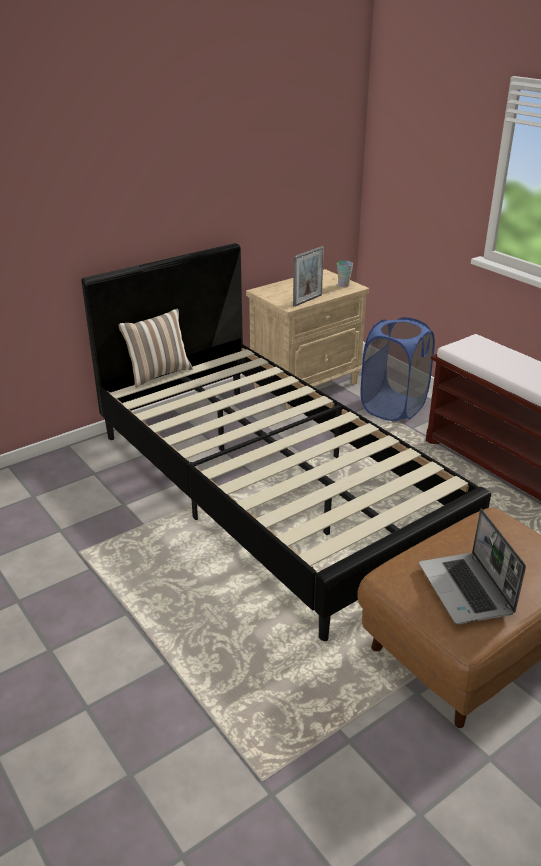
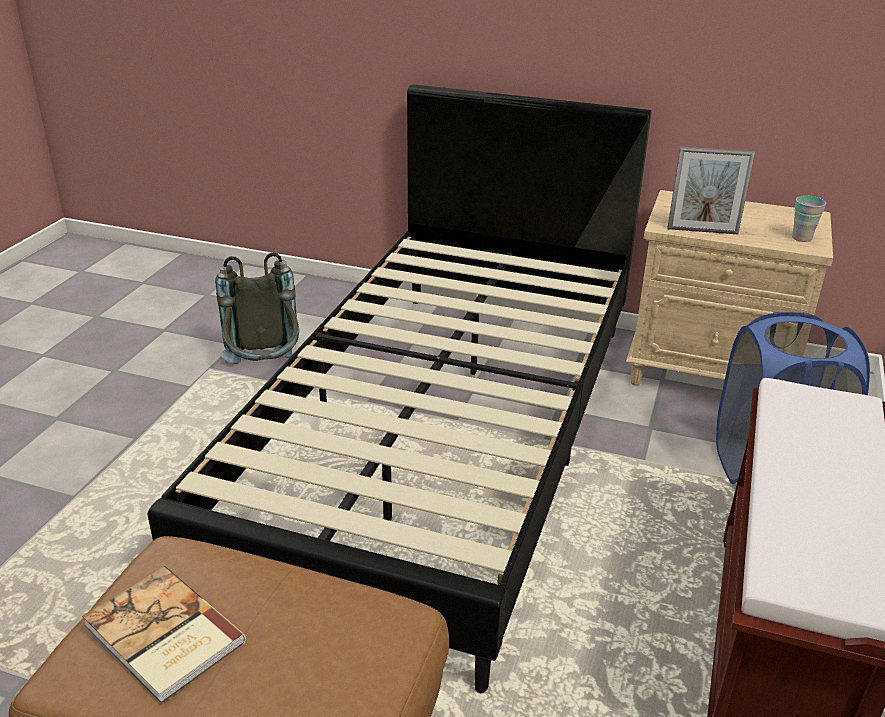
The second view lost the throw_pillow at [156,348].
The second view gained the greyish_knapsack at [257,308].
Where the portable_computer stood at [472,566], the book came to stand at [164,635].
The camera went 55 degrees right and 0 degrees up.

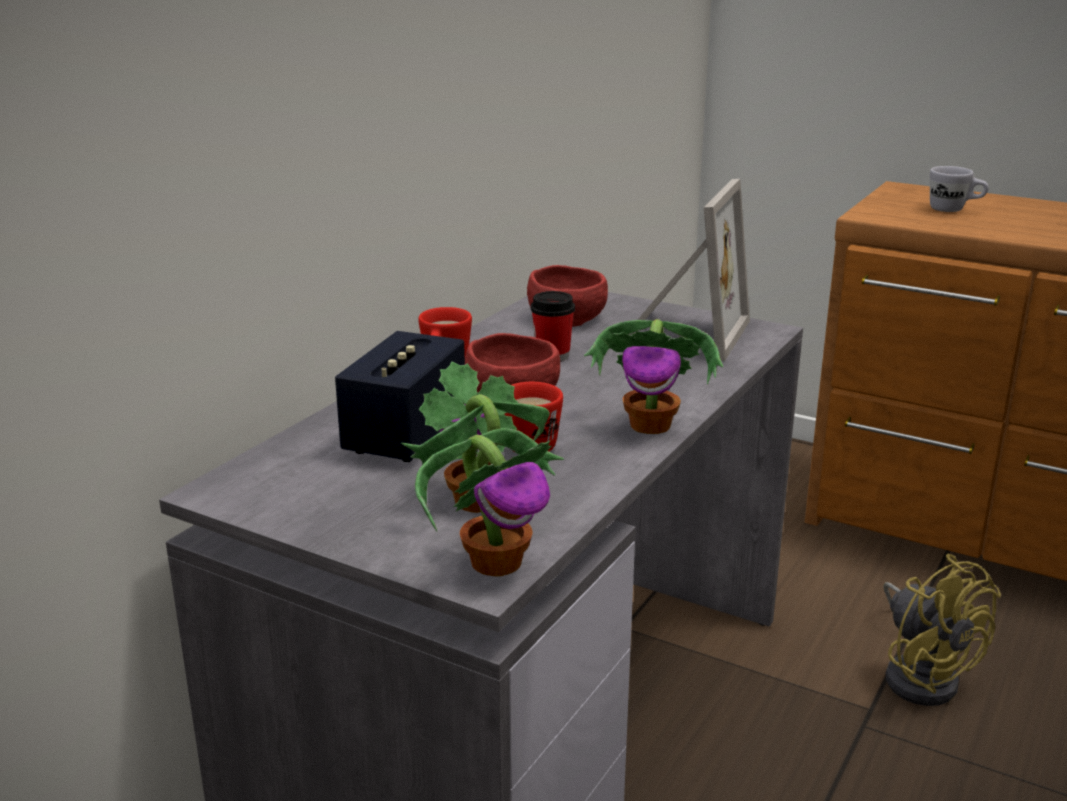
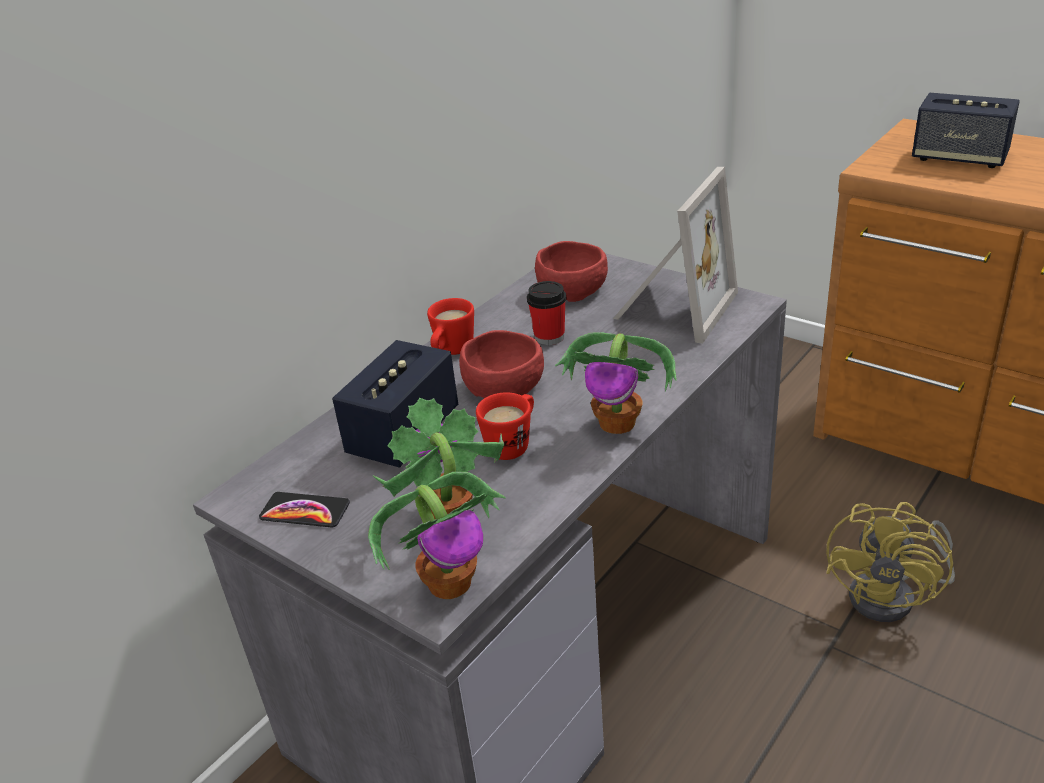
The second view gained the telephone at [304,509].
Where the white_tea_mug stood at [959,189], the speaker came to stand at [966,130].
The yellow_cooling_fan at [942,630] ended up facing another way, 45 degrees clockwise from before.
The camera went 10 degrees right and 10 degrees up.

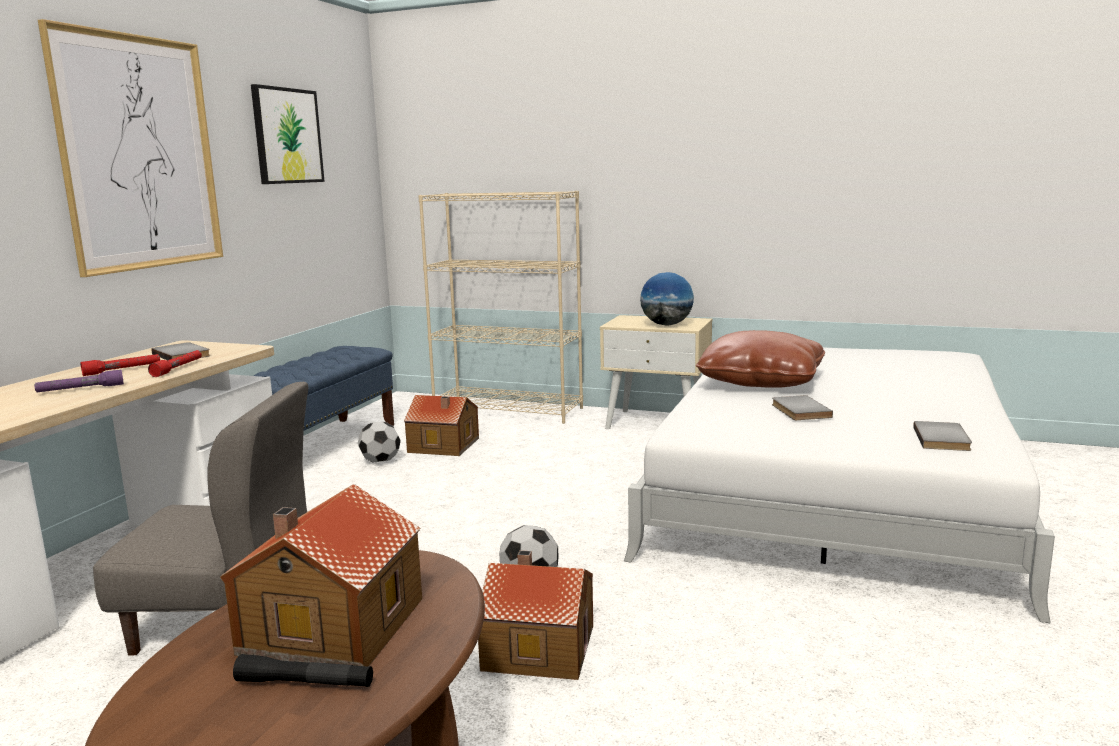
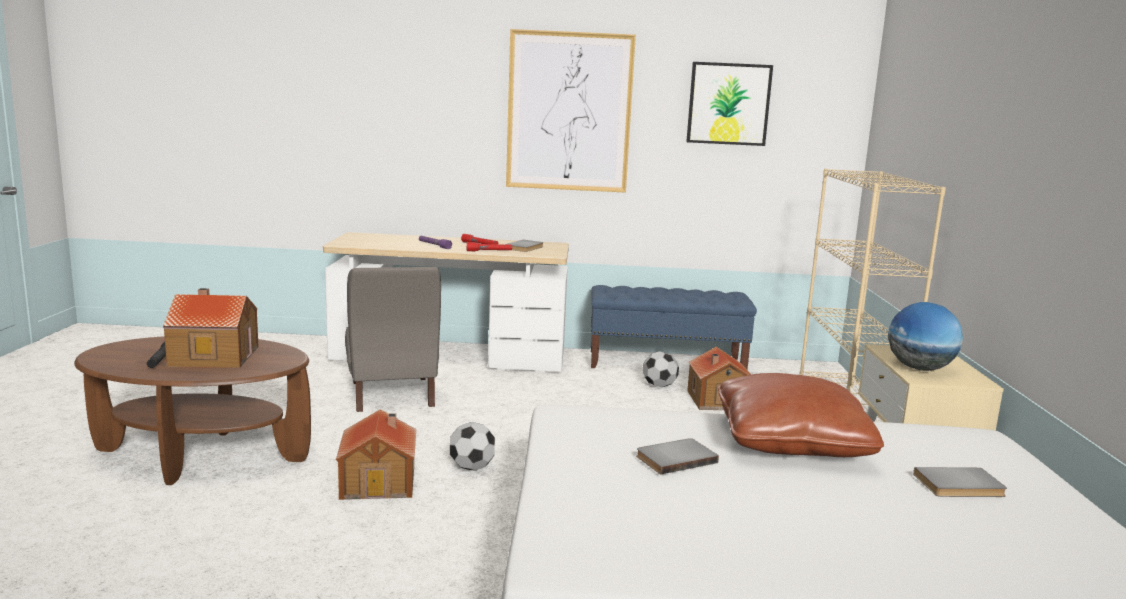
The greyish_book ended up elsewhere, having gone from [942,436] to [960,482].
The camera went 70 degrees right and 0 degrees up.

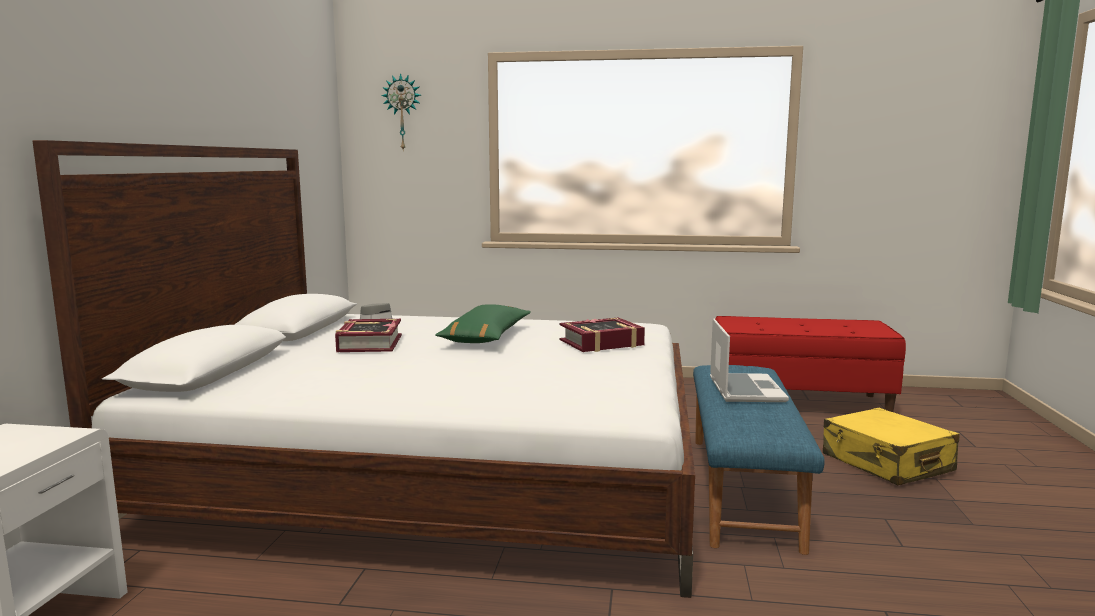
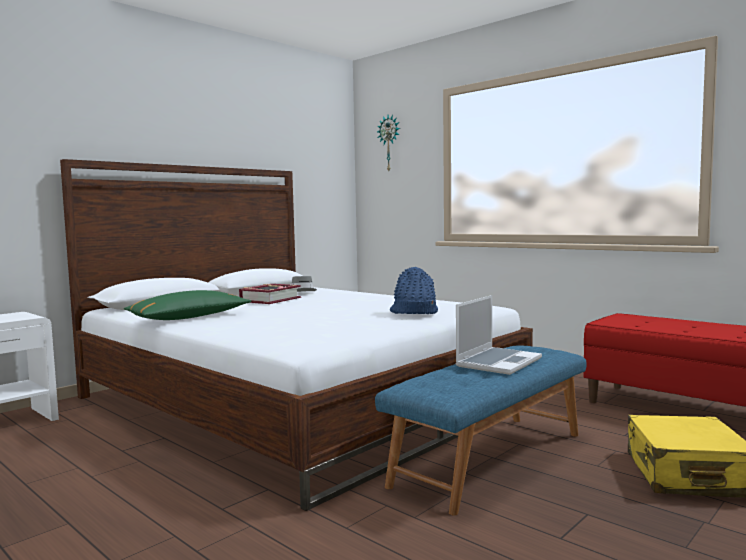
The greenish_throw_pillow ended up elsewhere, having gone from [483,323] to [187,305].
Where the book stood at [602,334], the bluish_wearable_hat came to stand at [414,290].
The camera went 35 degrees right and 5 degrees down.

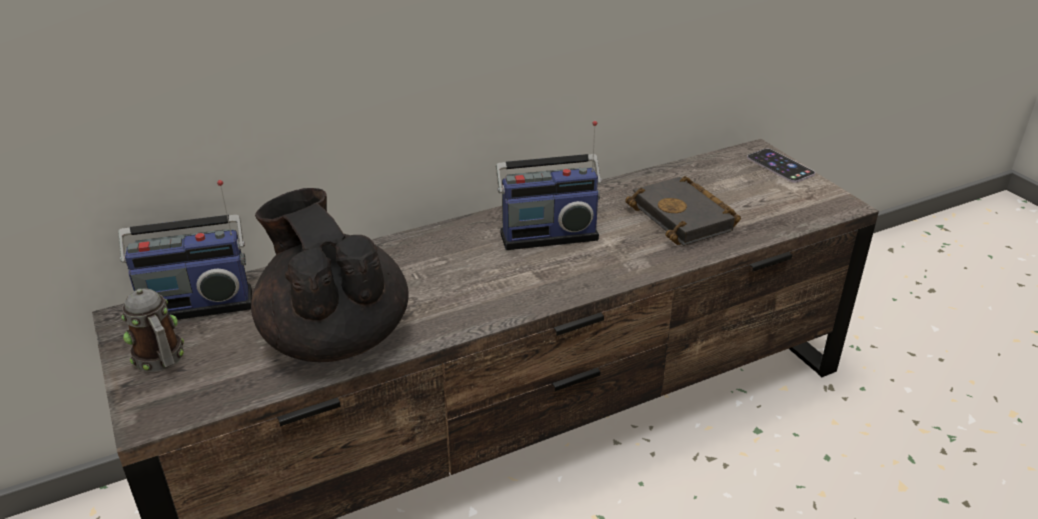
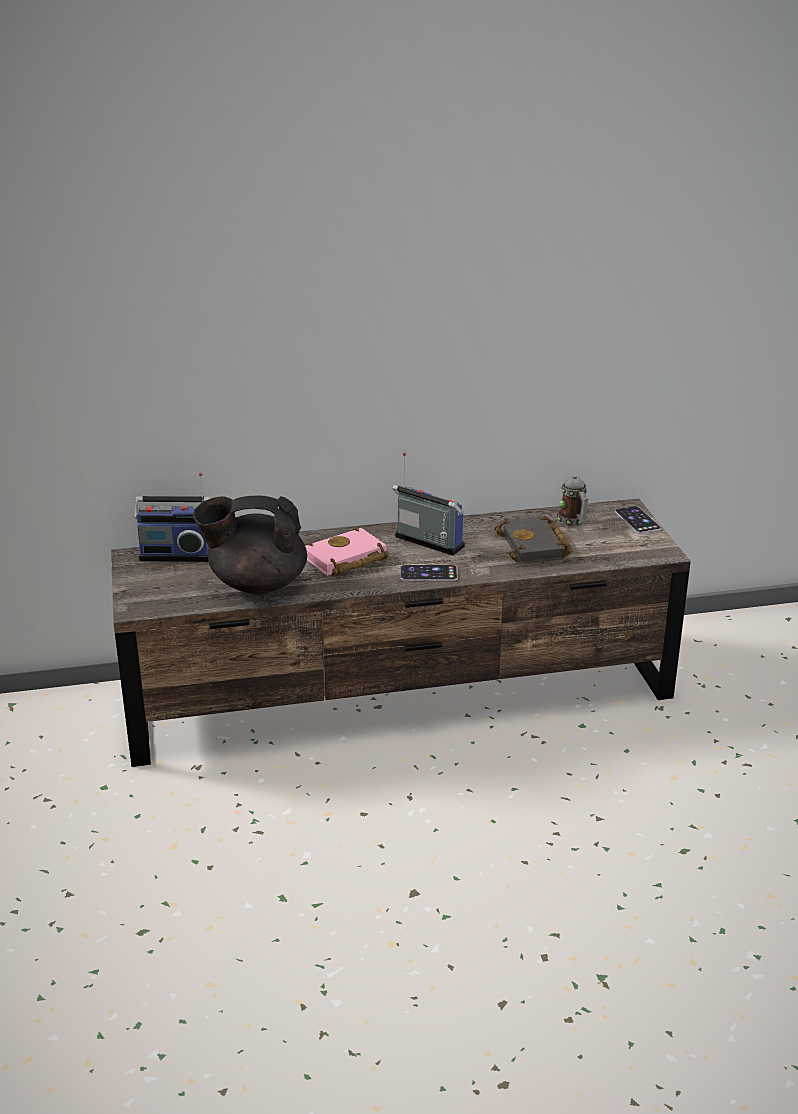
The second view gained the pink-coloured_book at [347,552].
The second view gained the telephone at [429,573].
The tea_mug ended up elsewhere, having gone from [152,330] to [573,501].
The blackish_teapot at [330,275] ended up facing another way, 75 degrees counterclockwise from before.
The radio_set at [549,185] ended up facing another way, 150 degrees counterclockwise from before.
The camera went 15 degrees right and 5 degrees down.

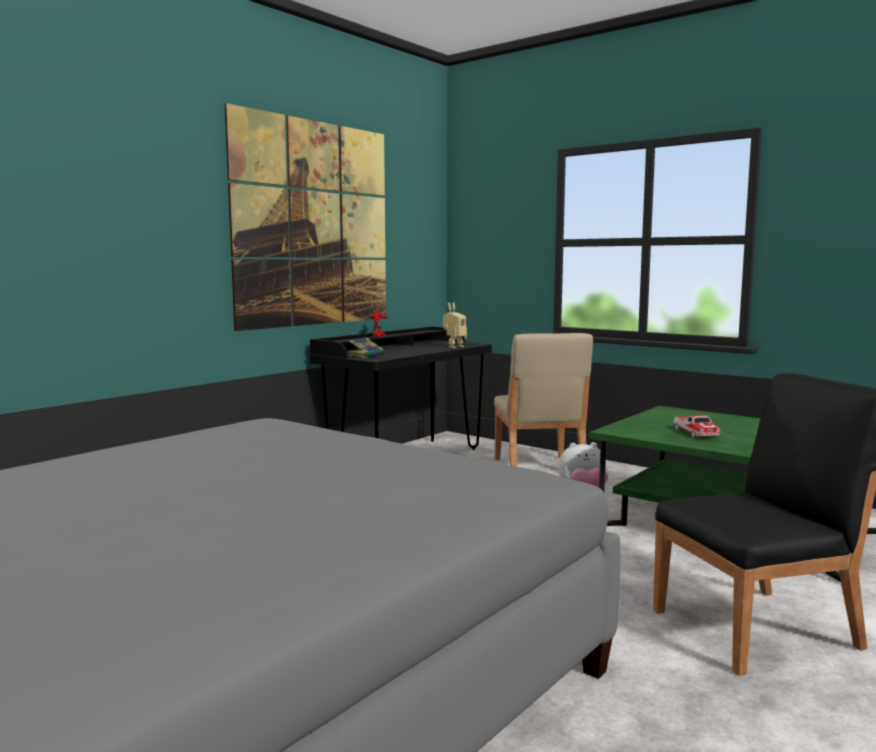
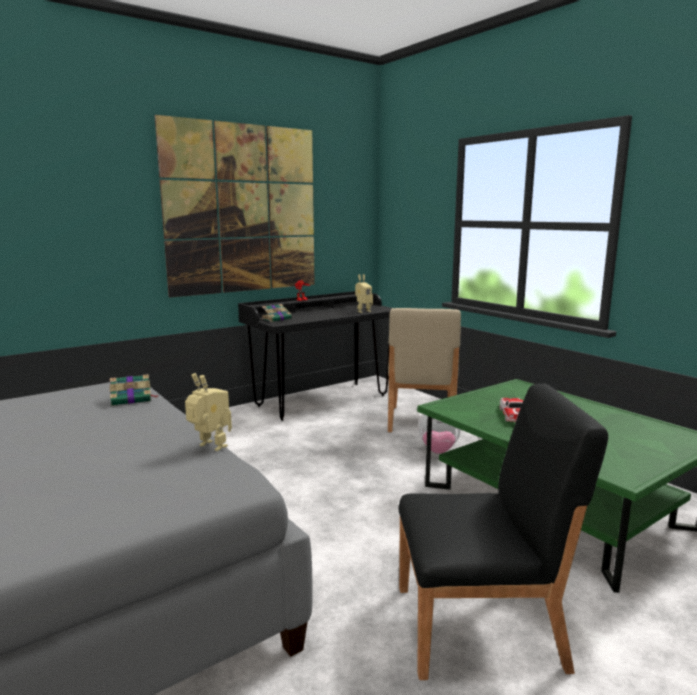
The second view gained the book at [134,390].
The second view gained the toy_robot at [208,412].
The camera went 15 degrees right and 5 degrees up.

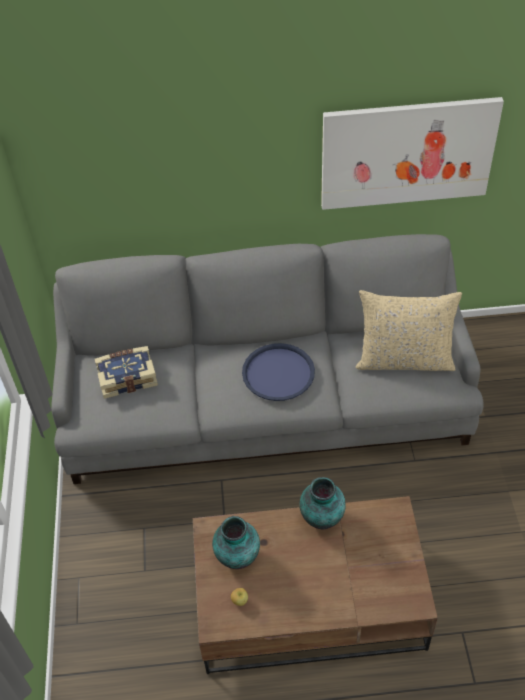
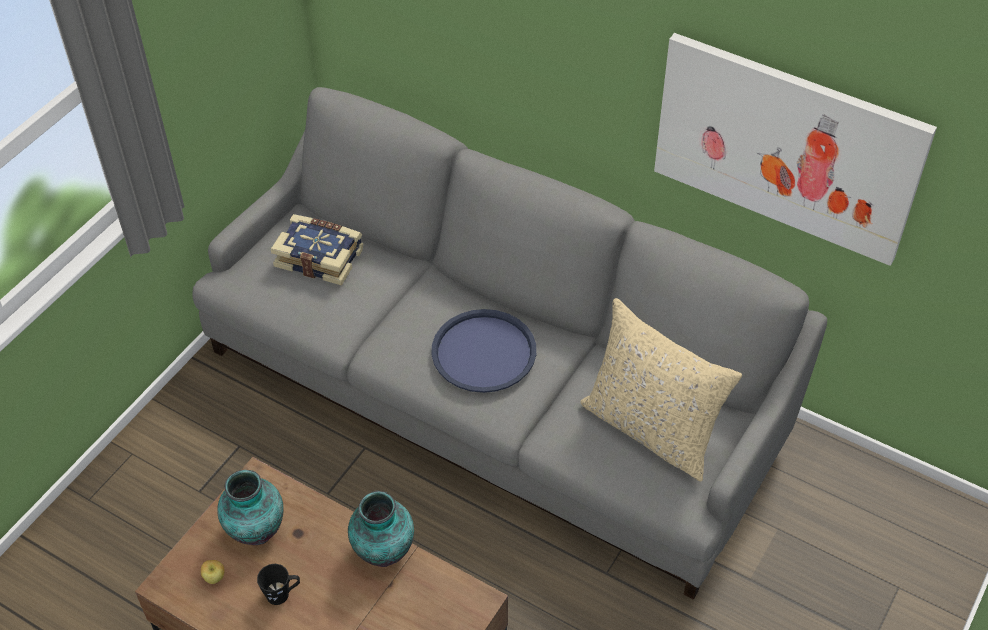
The second view gained the blackish_tea_mug at [278,584].
The camera went 35 degrees right and 0 degrees up.

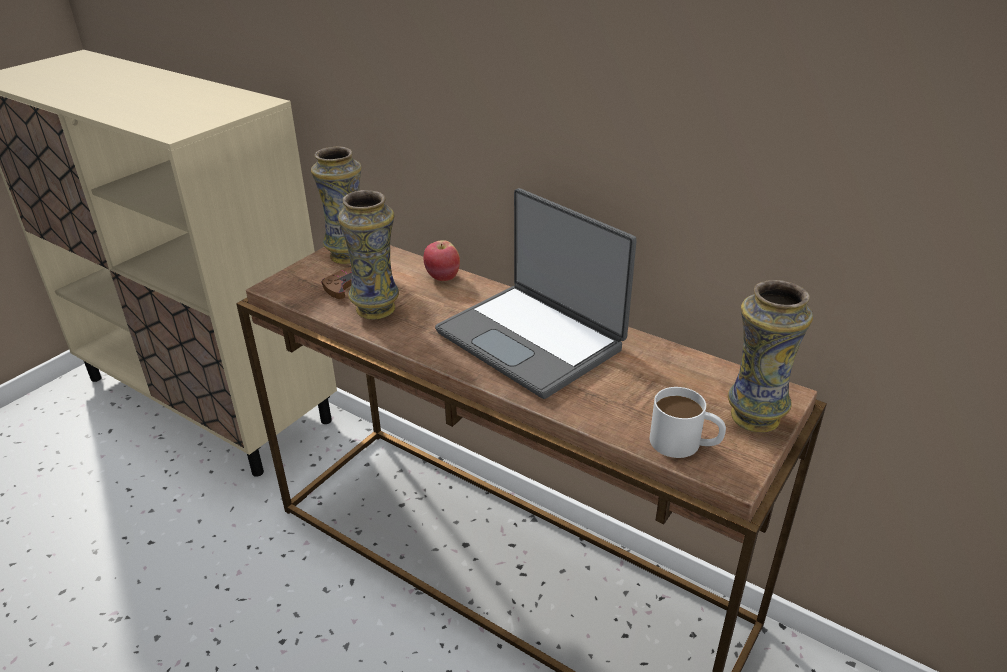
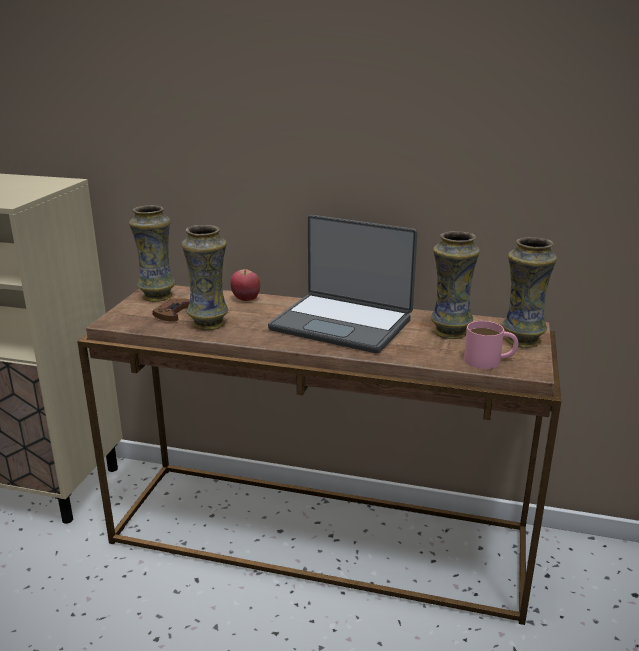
The second view gained the decorative_vase at [455,285].
What was the white_tea_mug at [688,422] turned into the pink-coloured_tea_mug at [491,345].
The camera went 20 degrees left and 10 degrees down.

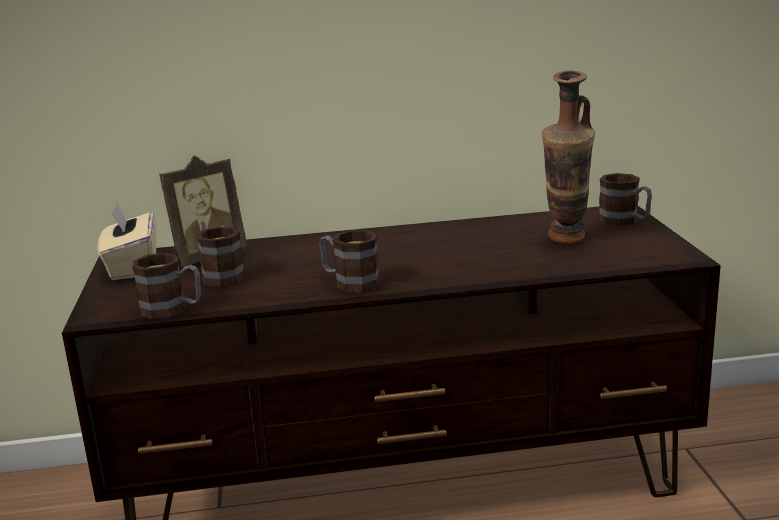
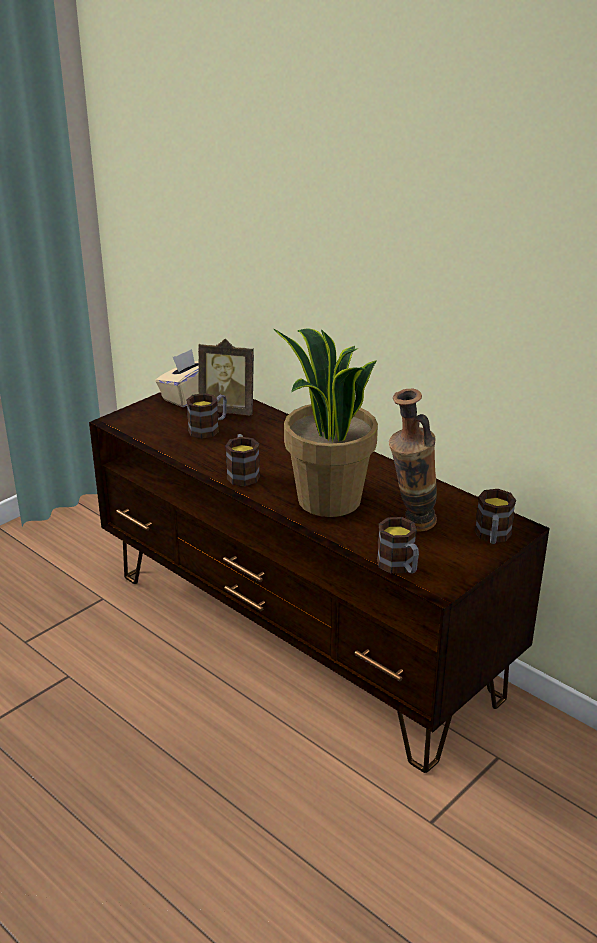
The second view gained the potted_plant at [325,422].
The tea_mug ended up elsewhere, having gone from [166,286] to [398,545].
The camera went 50 degrees right and 10 degrees up.

